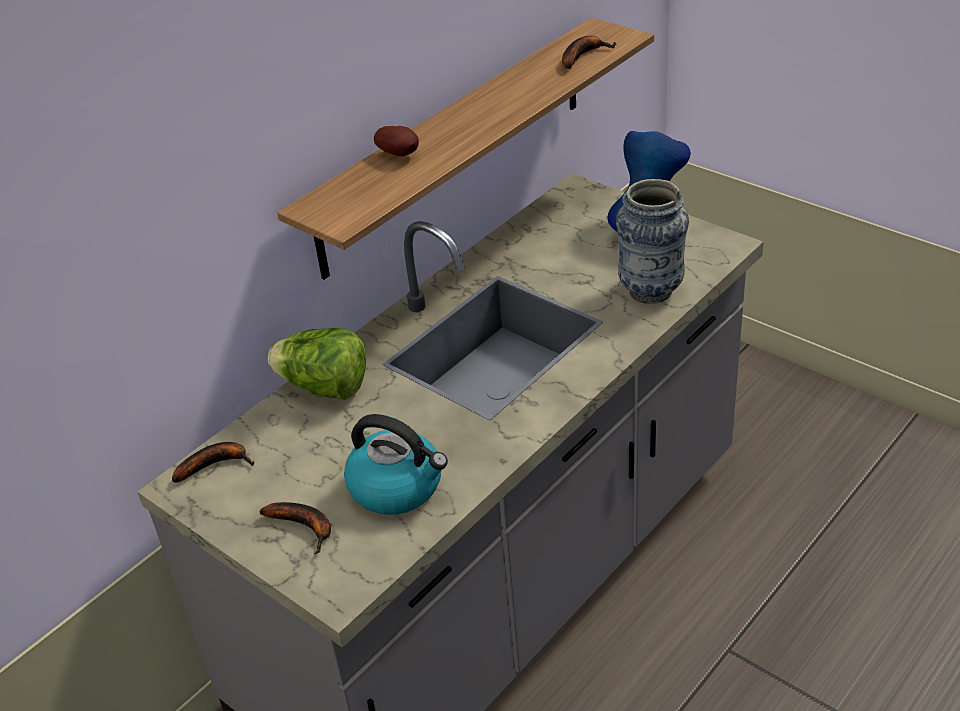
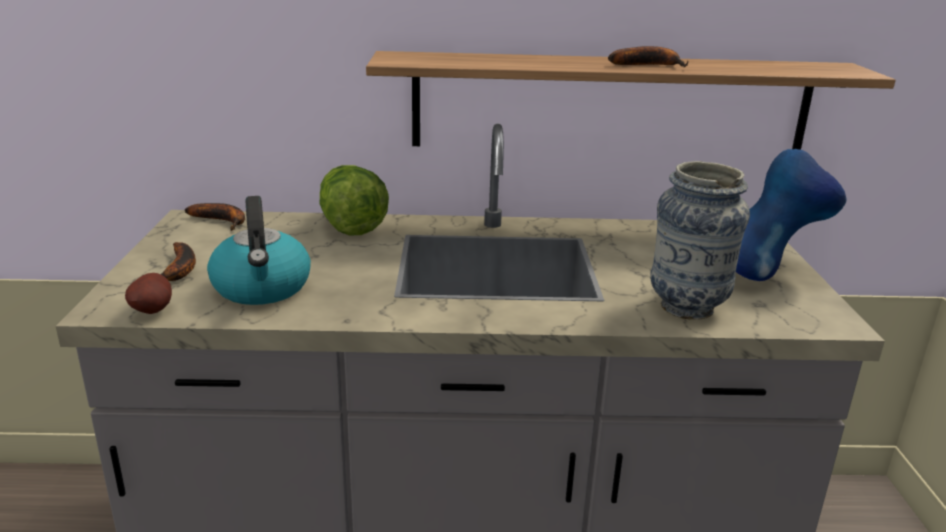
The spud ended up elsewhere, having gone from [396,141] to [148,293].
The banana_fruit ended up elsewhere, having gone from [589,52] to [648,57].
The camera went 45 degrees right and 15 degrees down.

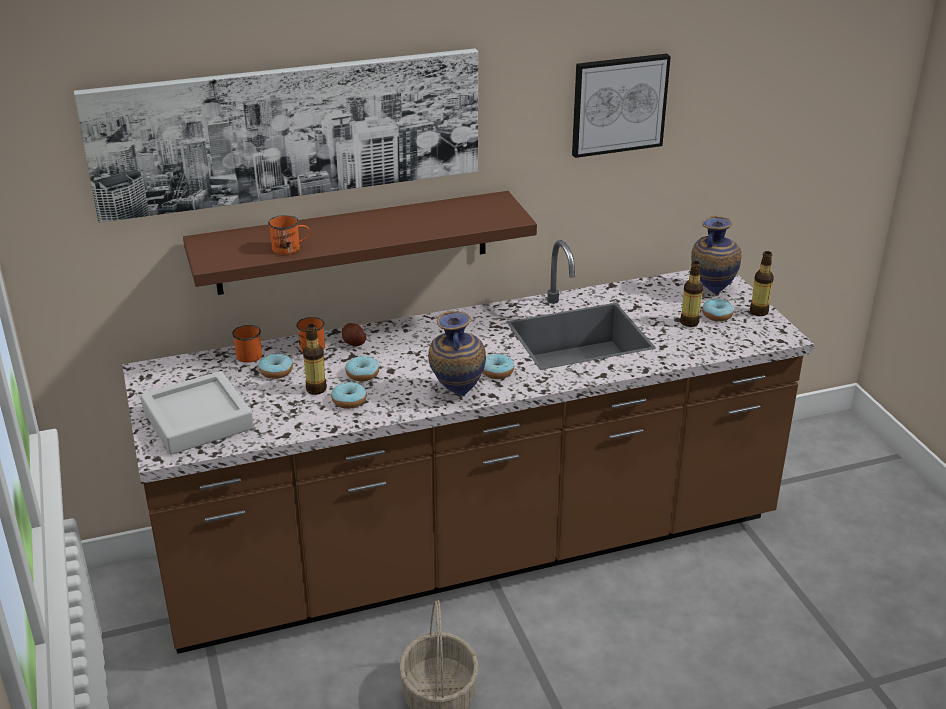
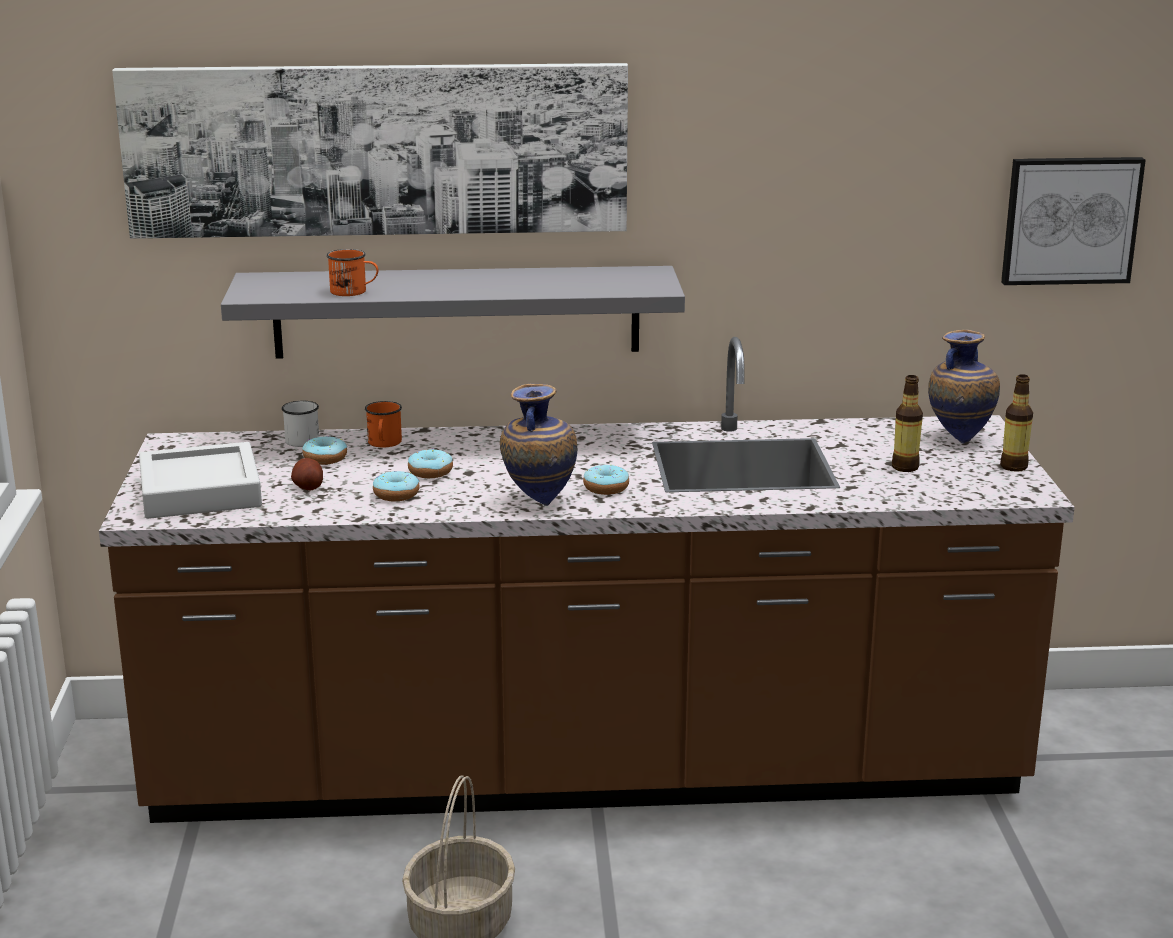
The second view lost the bottle at [315,359].
The second view lost the doughnut at [718,310].
The spud ended up elsewhere, having gone from [354,334] to [307,474].
The wall_art ended up elsewhere, having gone from [621,105] to [1073,221].
What was the brownish_wall_shelf at [360,243] turned into the greyish_wall_shelf at [453,312].
What was the orange_tea_mug at [247,344] turned into the white_tea_mug at [300,424].
The camera went 15 degrees right and 10 degrees down.

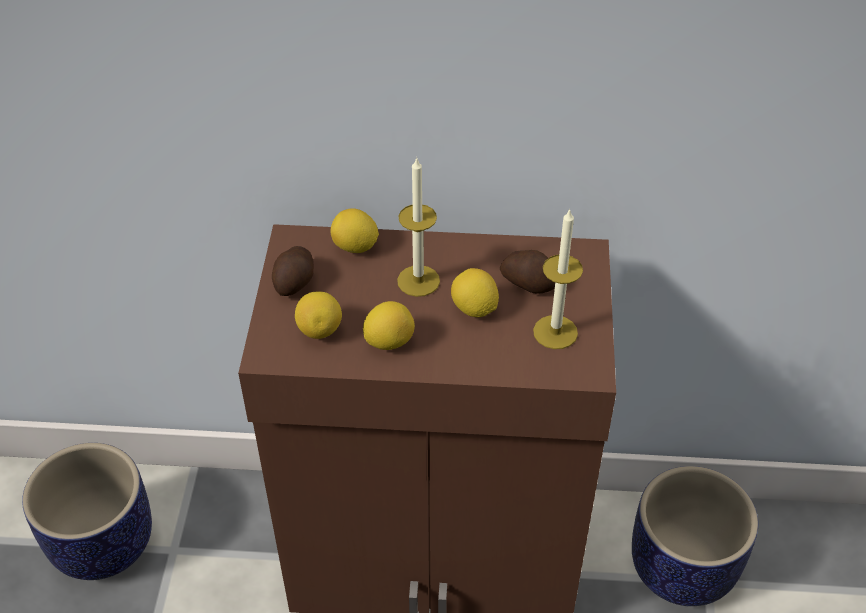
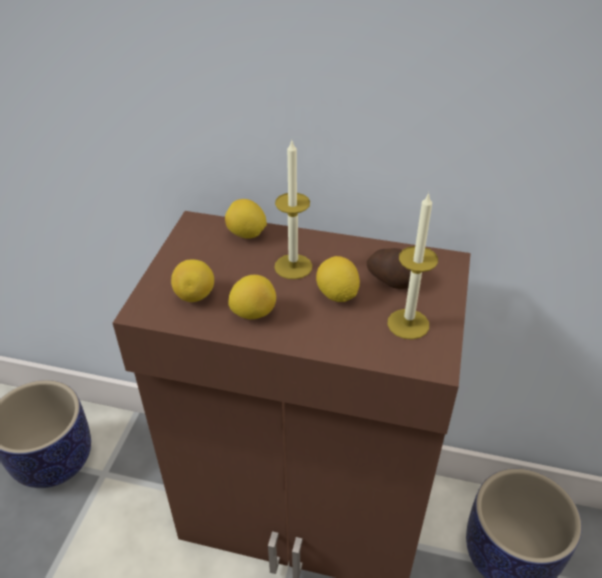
The second view lost the spud at [293,271].
The camera went 10 degrees right and 5 degrees down.

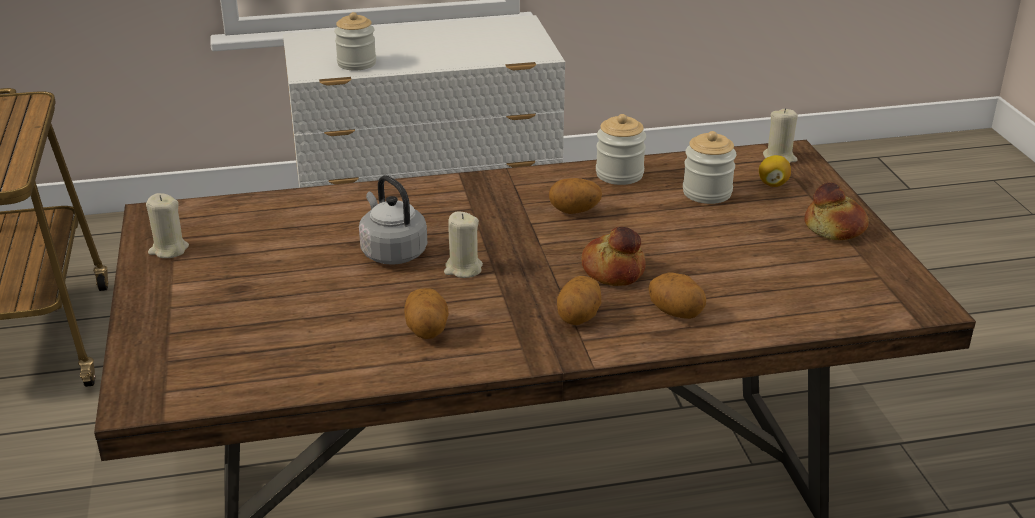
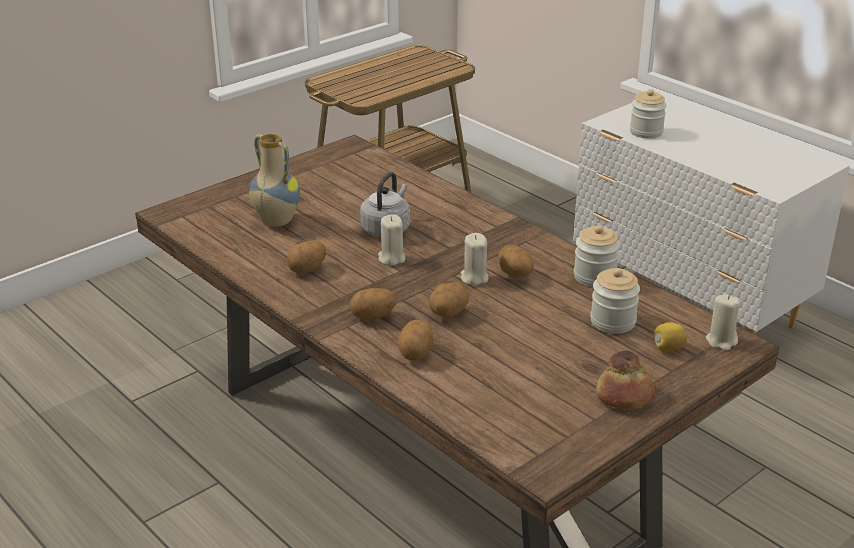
The second view gained the decorative_vase at [274,180].
The beige_candle ended up elsewhere, having gone from [167,225] to [474,259].
Where the bakery_bread stood at [613,256], the spud came to stand at [449,300].
The camera went 60 degrees right and 0 degrees up.

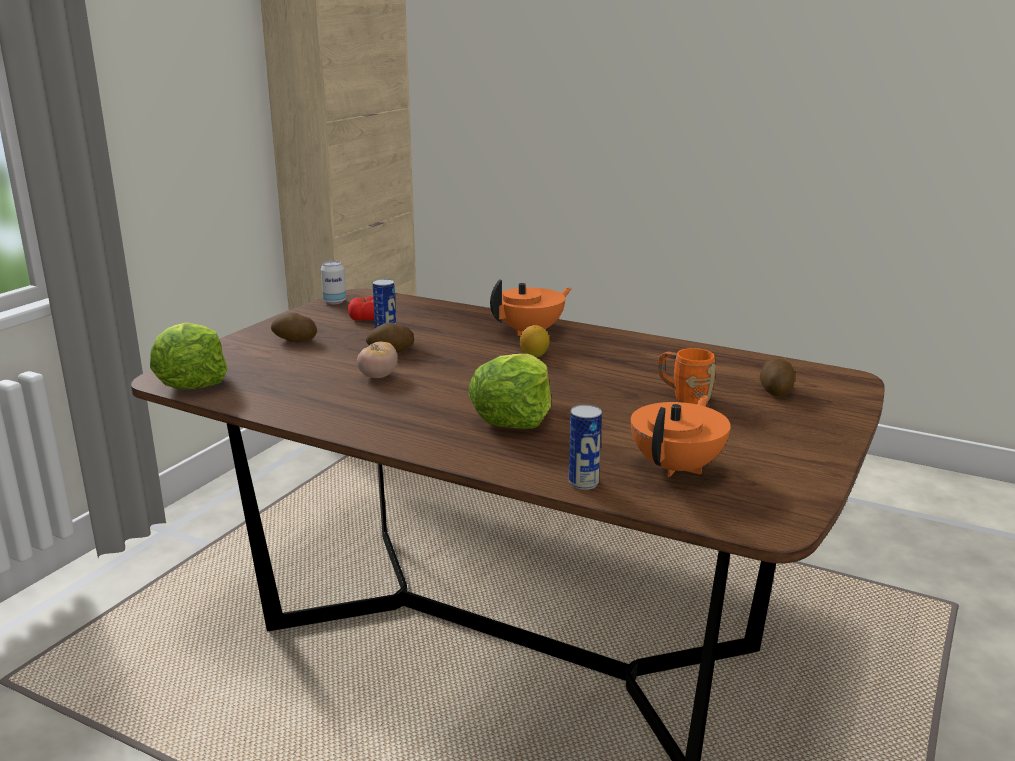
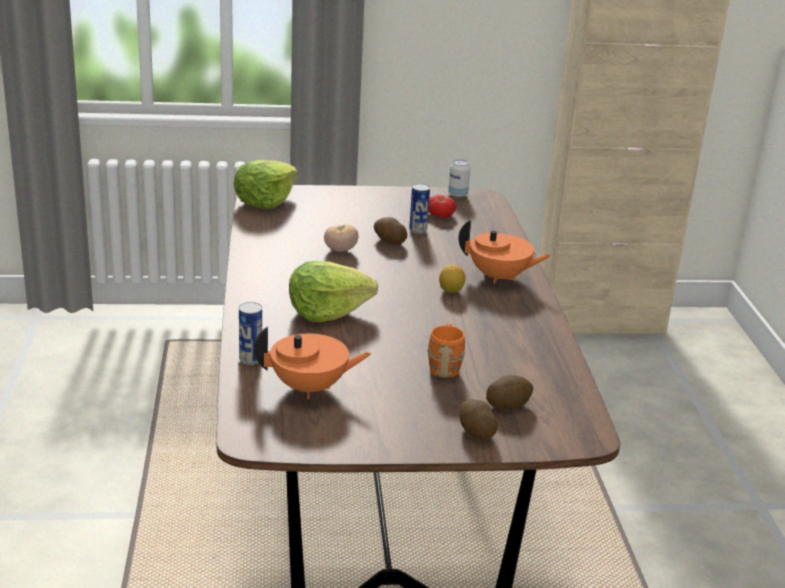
The spud ended up elsewhere, having gone from [294,327] to [478,419].
The camera went 55 degrees right and 5 degrees up.

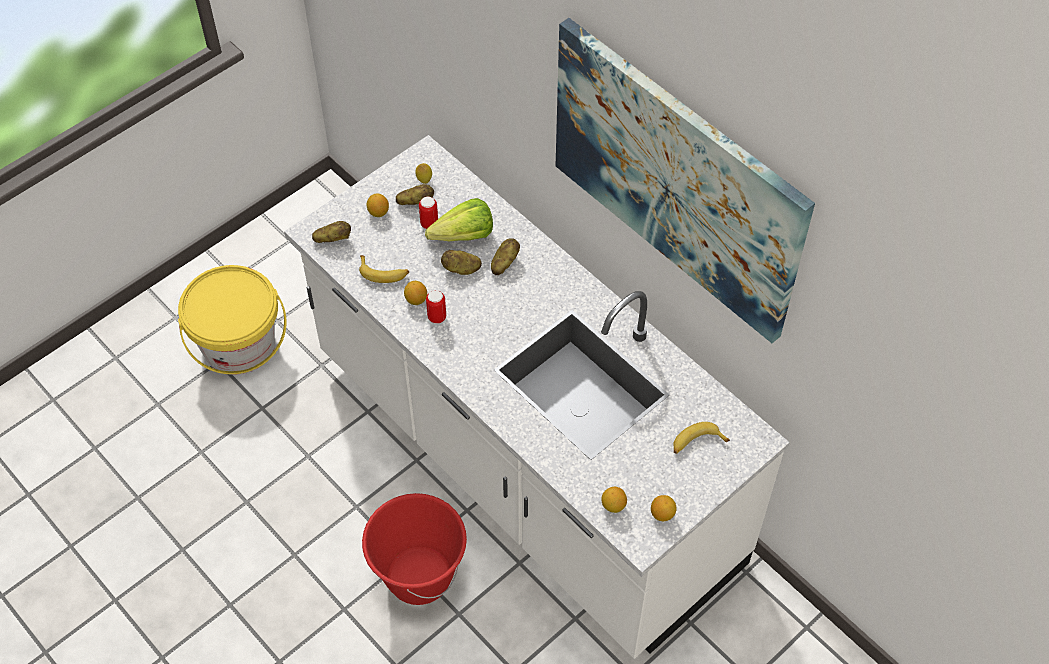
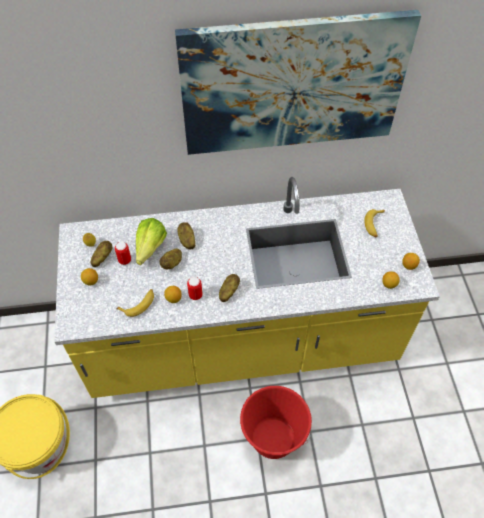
The spud ended up elsewhere, having gone from [331,232] to [229,288].
What was the white_kitchen_counter at [537,397] turned into the yellow_kitchen_counter at [247,287].
The camera went 55 degrees left and 0 degrees up.

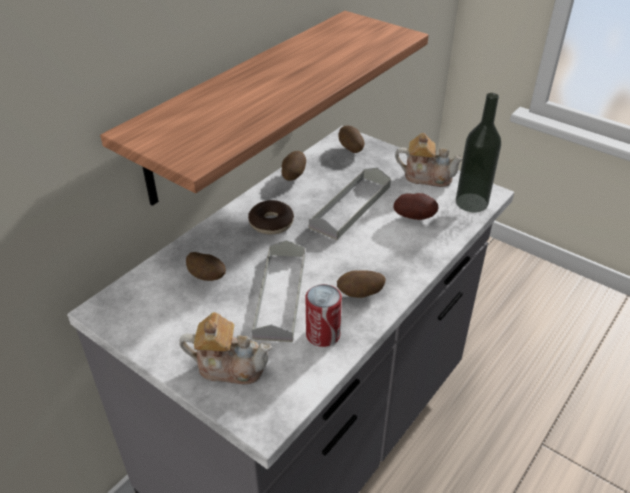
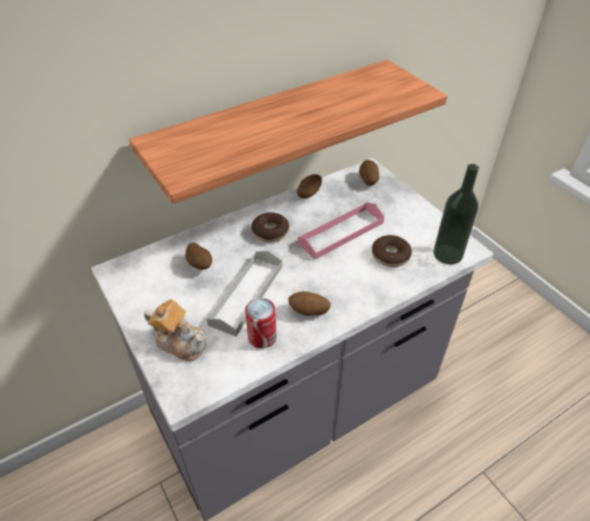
The second view lost the teapot at [429,160].
Where the spud stood at [416,206], the doughnut came to stand at [392,251].
What was the greyish_tray at [350,204] turned into the pink-coloured_tray at [341,230].
The camera went 20 degrees right and 5 degrees up.

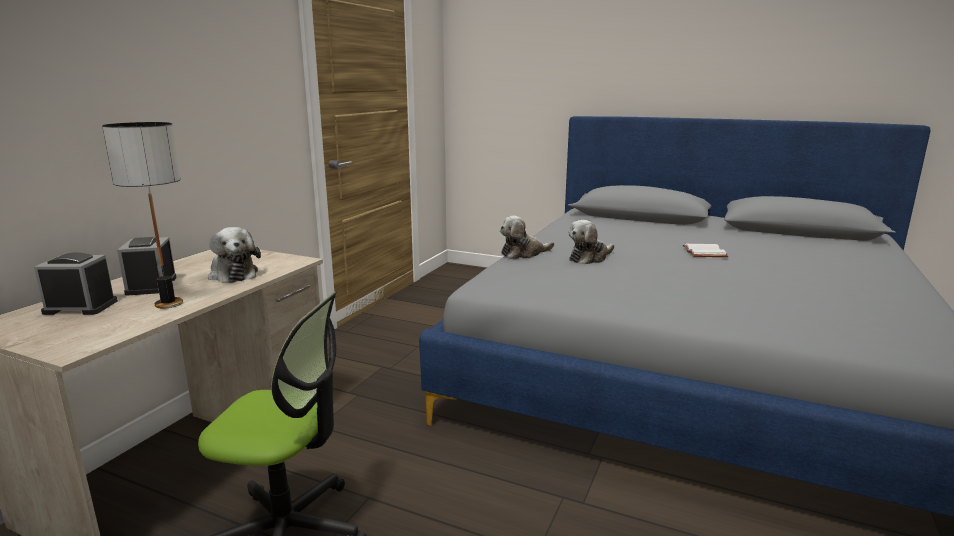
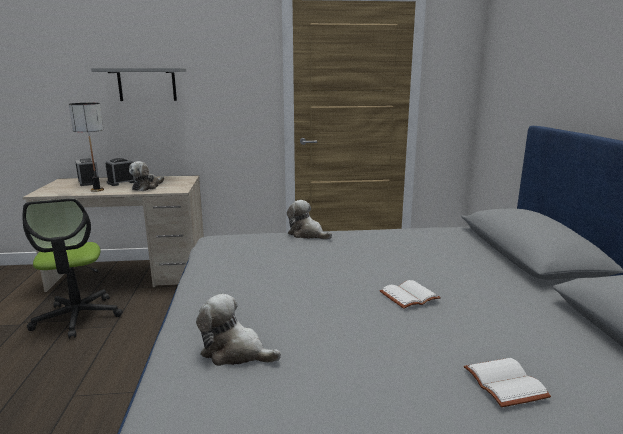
The second view gained the greyish_wall_shelf at [138,84].
The second view gained the white_book at [507,382].
The cuddly_toy ended up elsewhere, having gone from [591,242] to [238,330].
The camera went 60 degrees right and 0 degrees up.

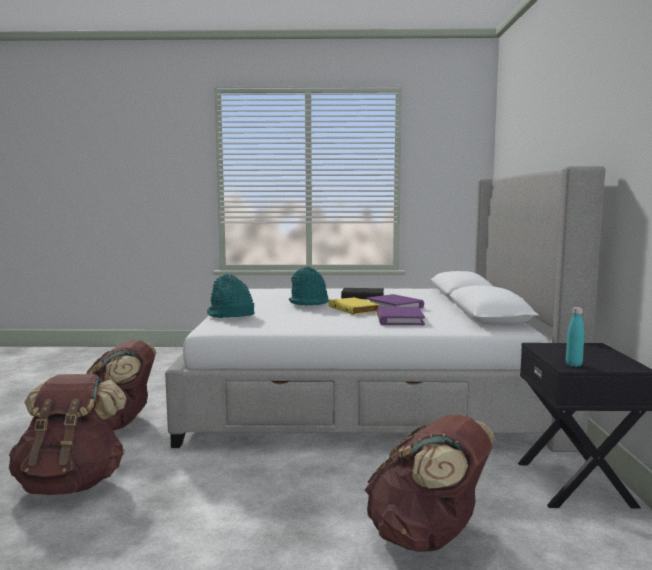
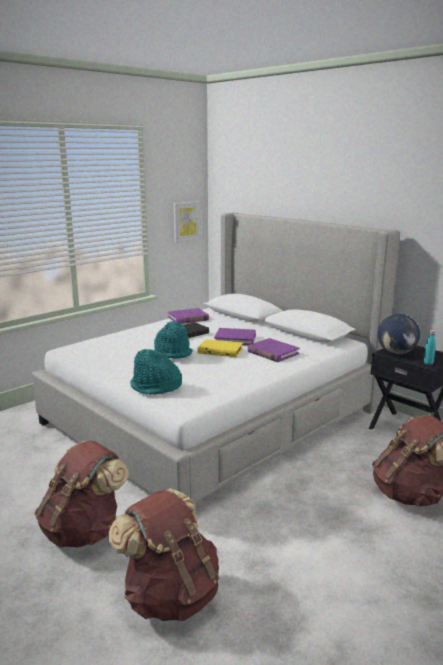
The second view gained the purple-coloured_book at [188,316].
The second view gained the wall_art at [187,222].
The second view gained the globe at [399,334].
The camera went 45 degrees left and 10 degrees up.

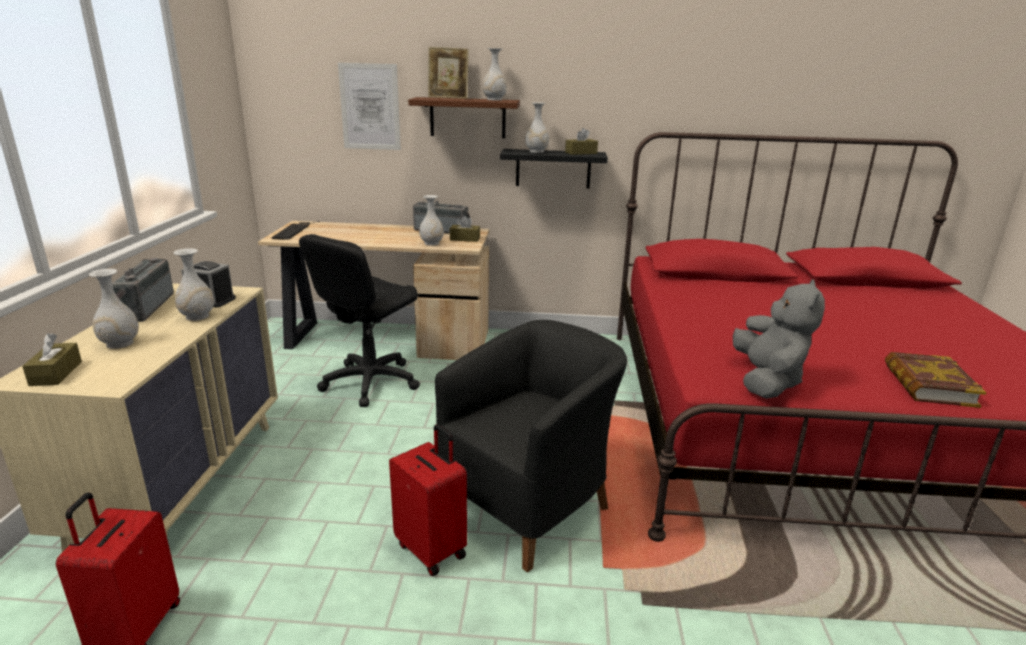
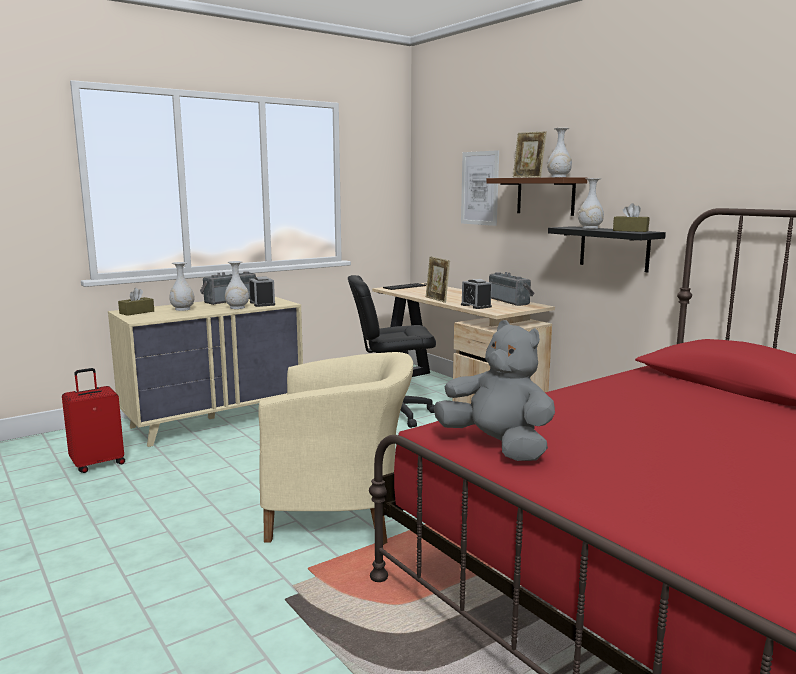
The second view lost the red-coloured_piece_of_luggage at [428,500].
The second view lost the brownish_box_of_tissues at [465,229].
The second view lost the book at [936,380].
The second view gained the photo_frame at [438,279].
Where the white_decorative_vase stood at [431,220], the table_clock came to stand at [476,294].
What was the blackish_easy_chair at [531,446] turned into the beige_easy_chair at [335,448].
The greyish_cuddly_toy at [779,339] ended up facing another way, 105 degrees counterclockwise from before.
The camera went 50 degrees right and 10 degrees down.

